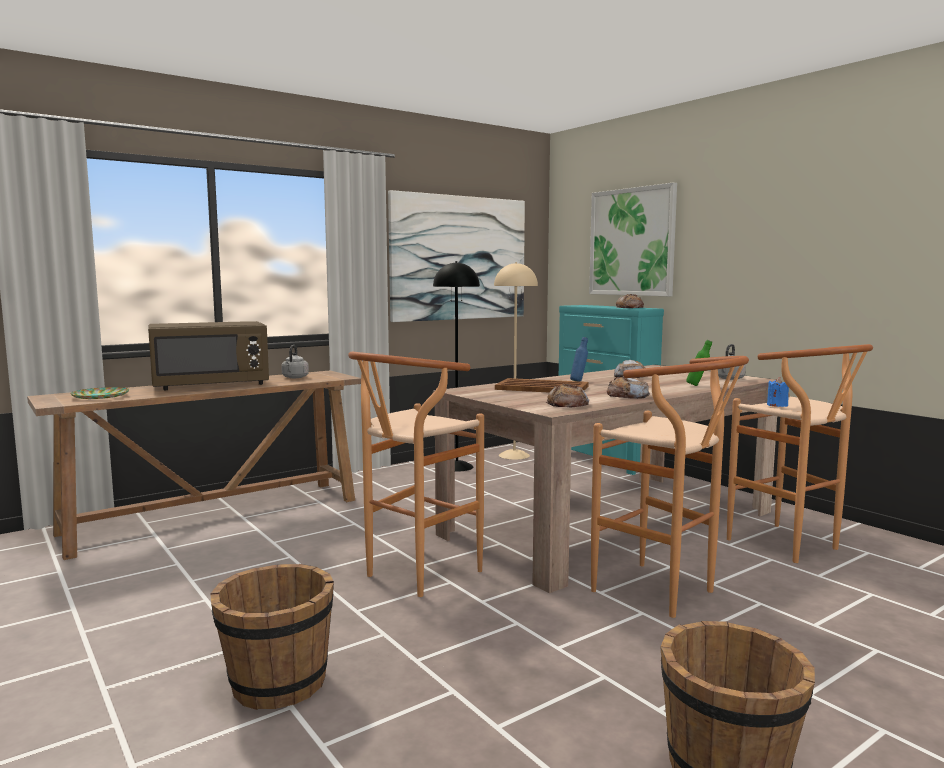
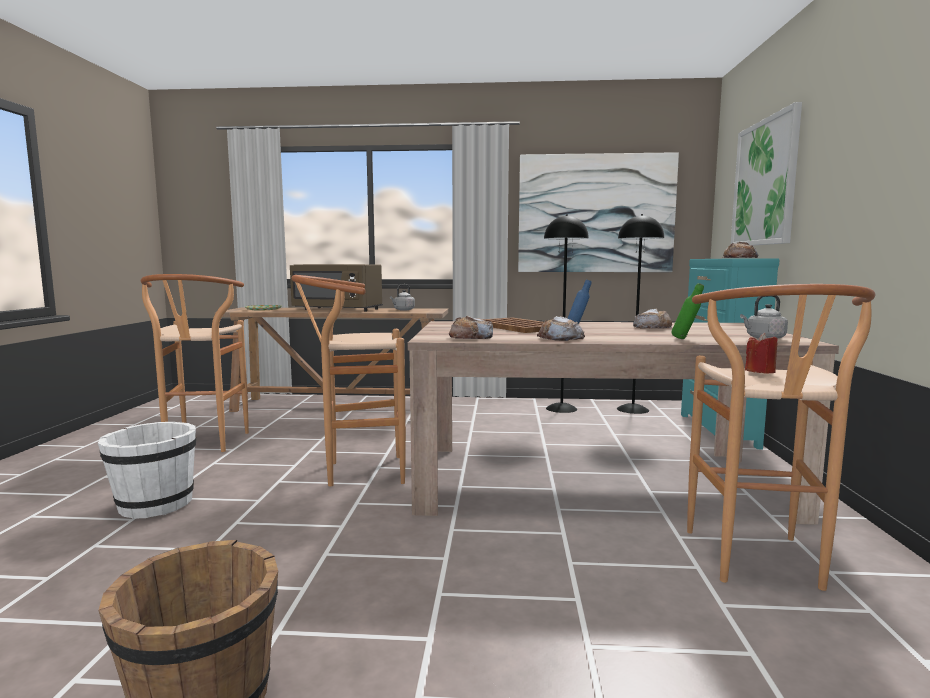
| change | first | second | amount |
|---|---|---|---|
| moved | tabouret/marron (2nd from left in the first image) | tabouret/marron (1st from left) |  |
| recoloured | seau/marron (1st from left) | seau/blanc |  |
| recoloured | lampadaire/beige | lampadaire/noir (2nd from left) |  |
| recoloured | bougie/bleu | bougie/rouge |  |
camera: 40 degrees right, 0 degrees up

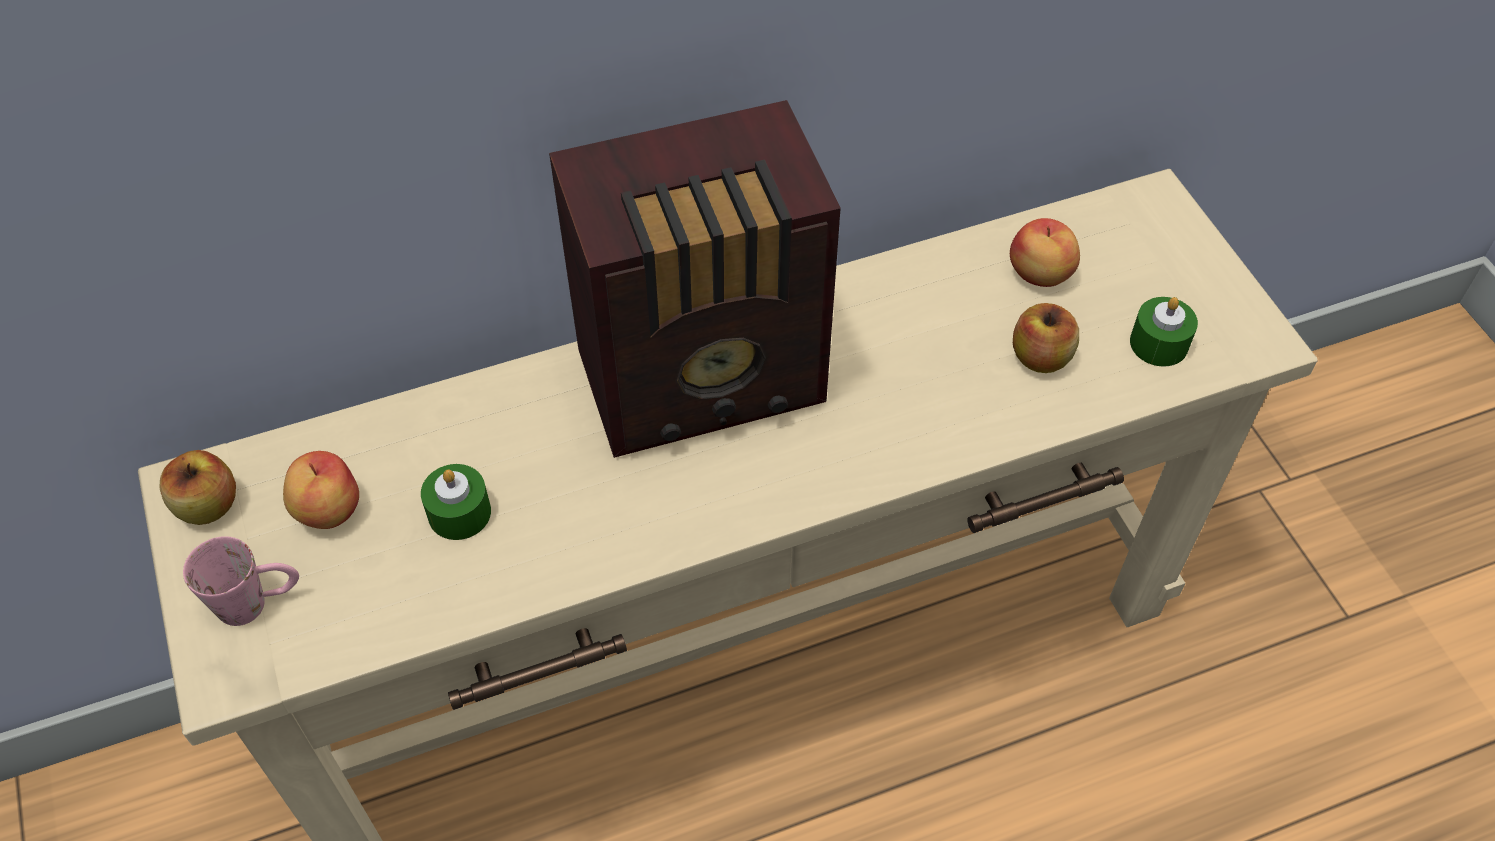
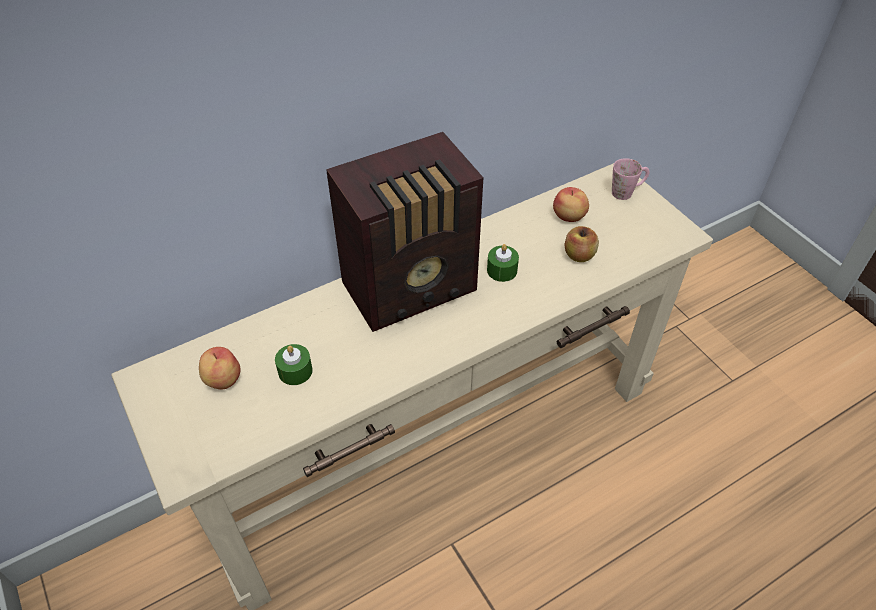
| change | first | second | amount |
|---|---|---|---|
| removed | pomme (1st from left) |  |  |
| moved | mug/rose |  |  |
| moved | bougie/vert (2nd from left) |  |  |
camera: 10 degrees left, 5 degrees down

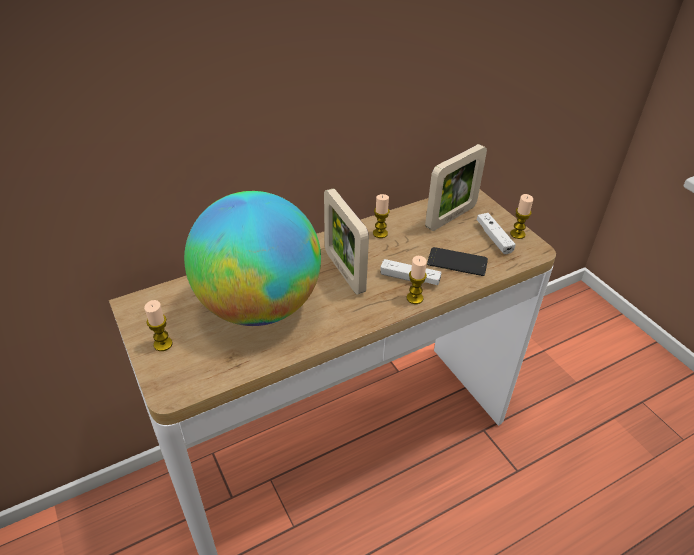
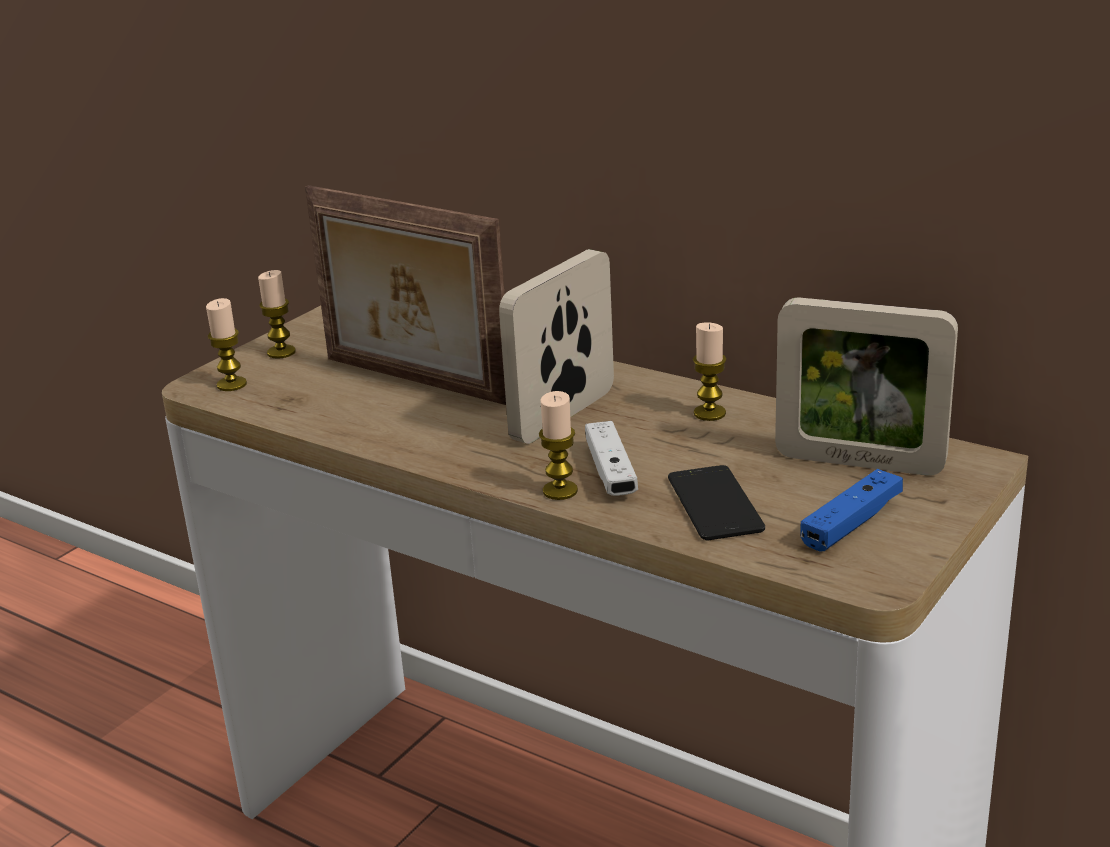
| change | first | second | amount |
|---|---|---|---|
| moved | bougie (4th from left in the first image) | bougie (1st from left) |  |
| replaced | globe | cadre photo (1st from left) |  |
| recoloured | manette/blanc (2nd from left) | manette/bleu |  |
camera: 65 degrees right, 15 degrees down

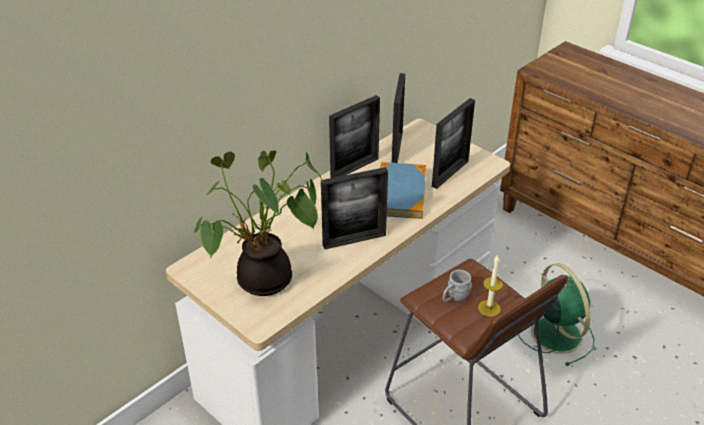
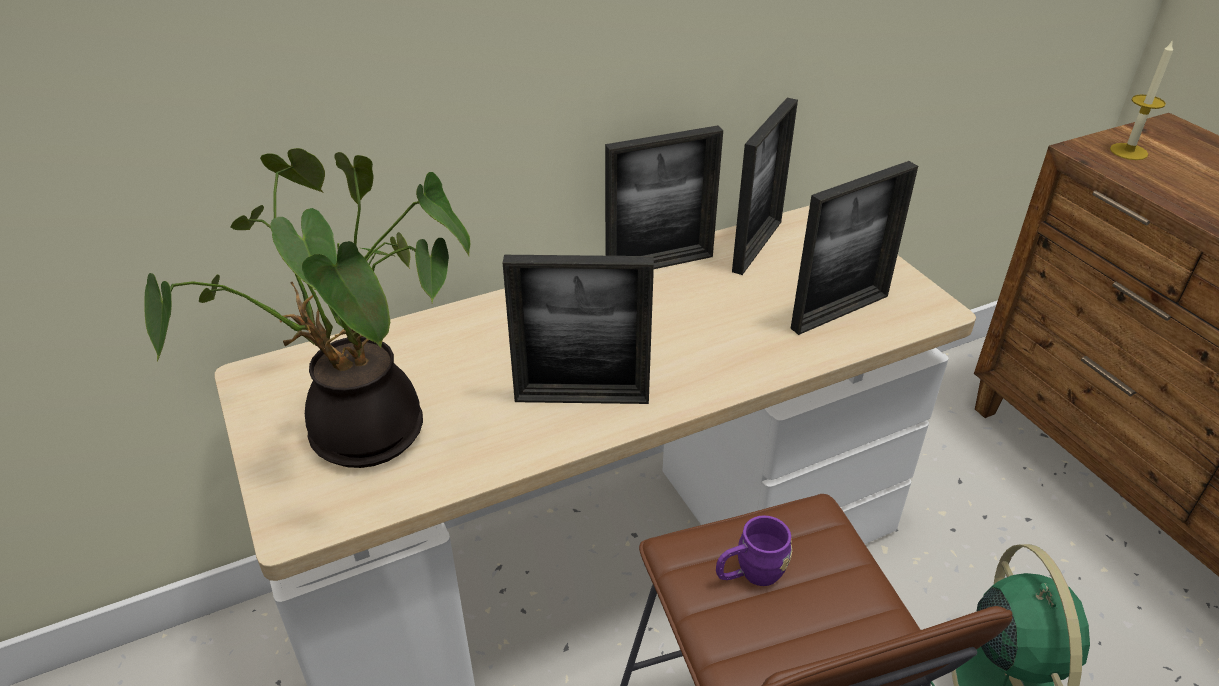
| change | first | second | amount |
|---|---|---|---|
| removed | livre |  |  |
| moved | bougie |  |  |
| recoloured | mug/gris | mug/violet |  |
camera: 20 degrees right, 0 degrees up

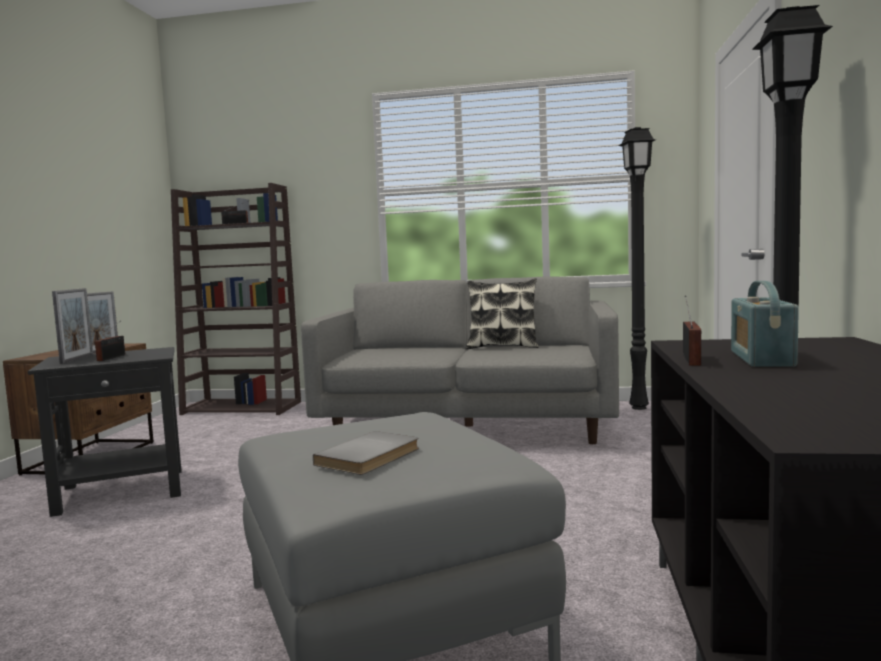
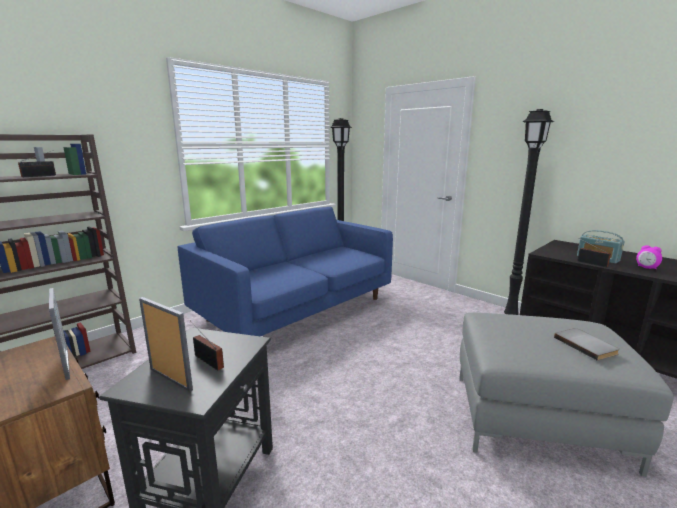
| change | first | second | amount |
|---|---|---|---|
| removed | coussin |  |  |
| added |  | réveil |  |
| recoloured | canapé/gris | canapé/bleu |  |
camera: 55 degrees left, 10 degrees up

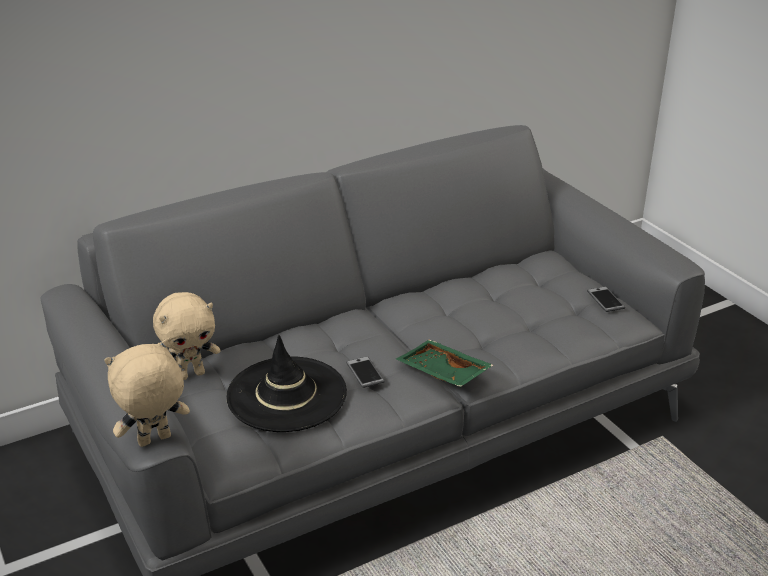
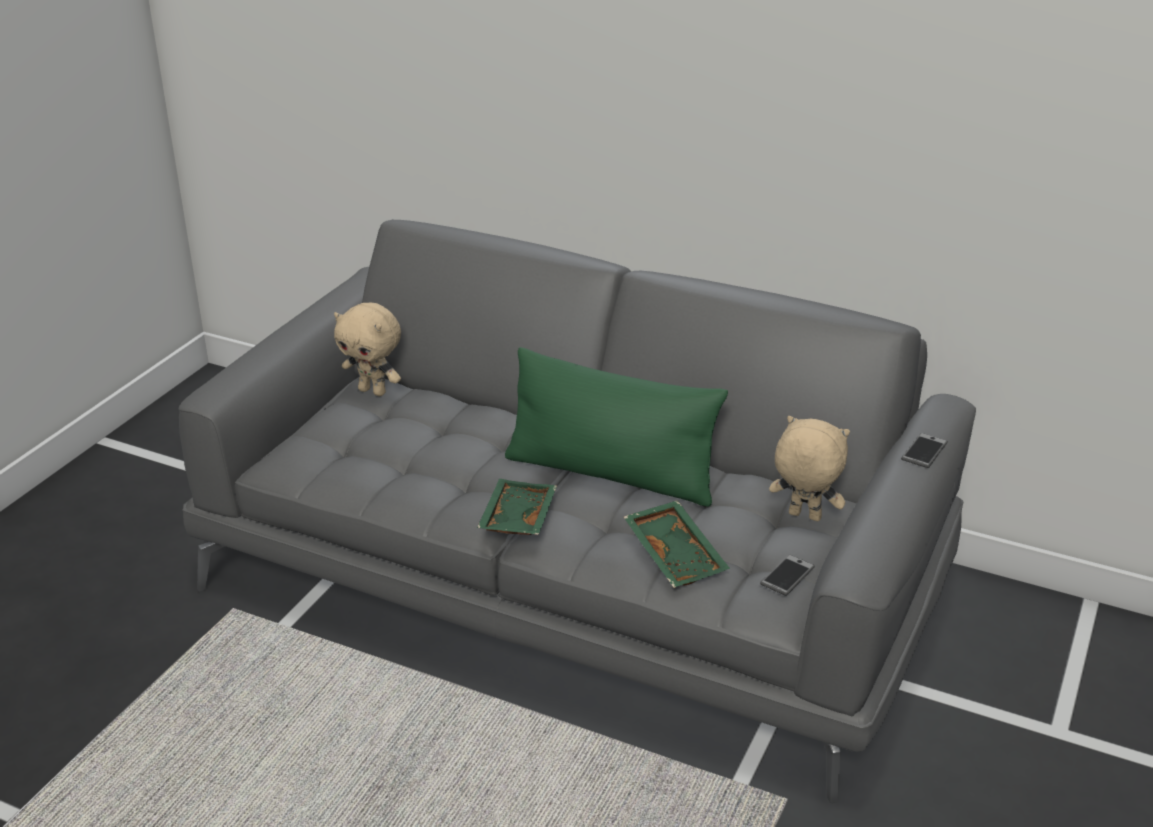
| change | first | second | amount |
|---|---|---|---|
| removed | chapeau/noir |  |  |
| added |  | coussin/vert |  |
| added |  | plateau/vert (2nd from left) |  |
| moved | peluche/beige (1st from left in the first image) | peluche/beige (2nd from left) |  |
| moved | téléphone (1st from left in the first image) | téléphone (2nd from left) |  |
camera: 55 degrees right, 0 degrees up

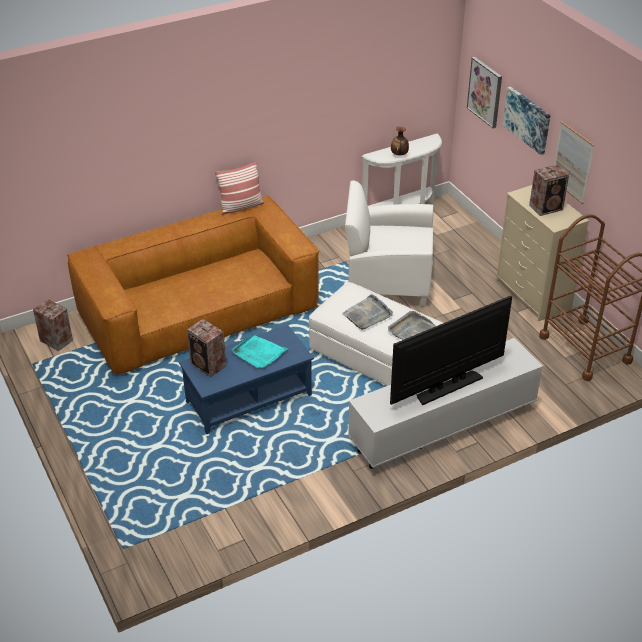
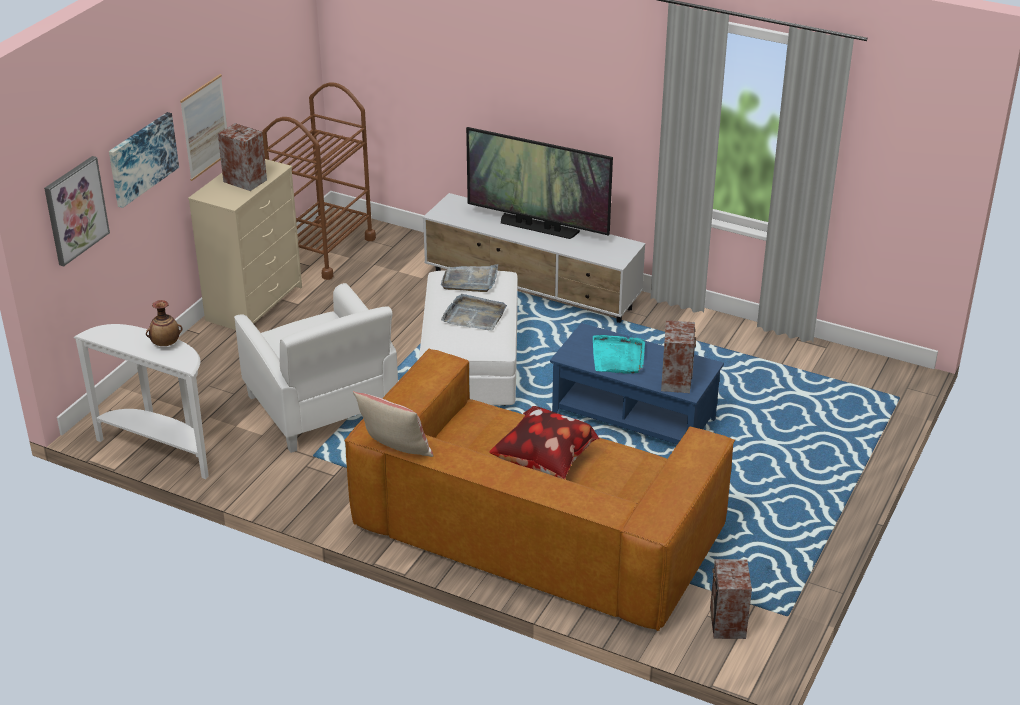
| change | first | second | amount |
|---|---|---|---|
| added |  | coussin (2nd from left) |  |
camera: 125 degrees left, 5 degrees down

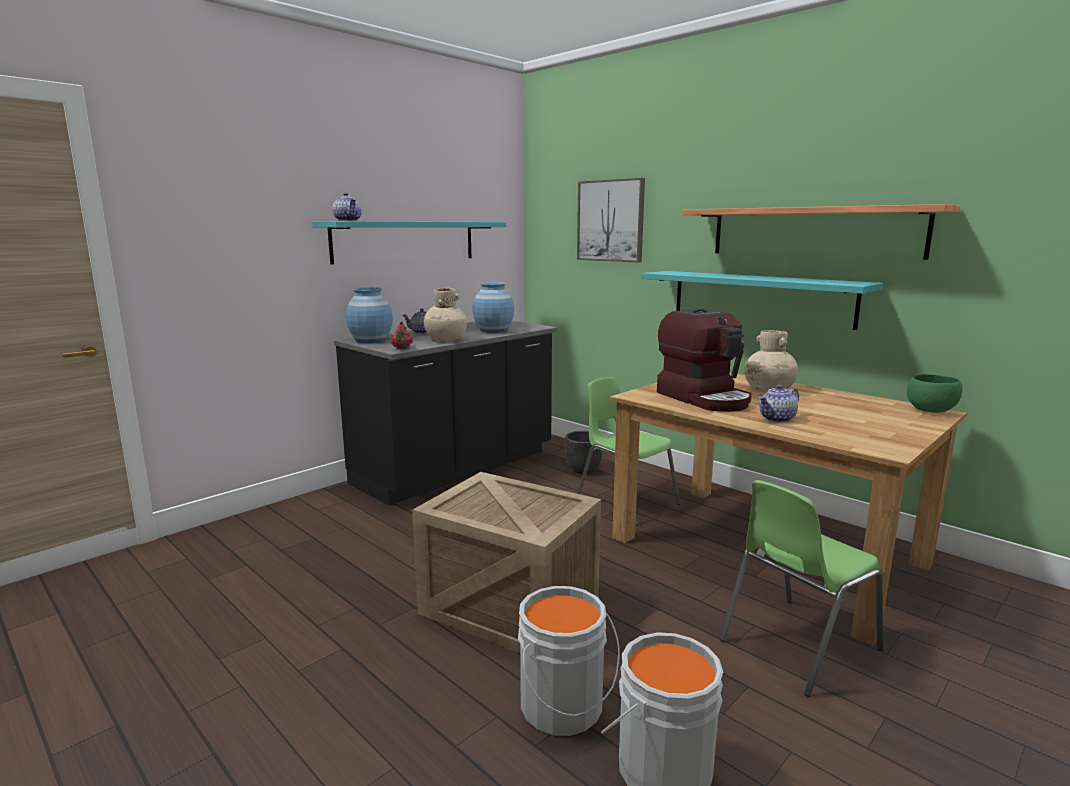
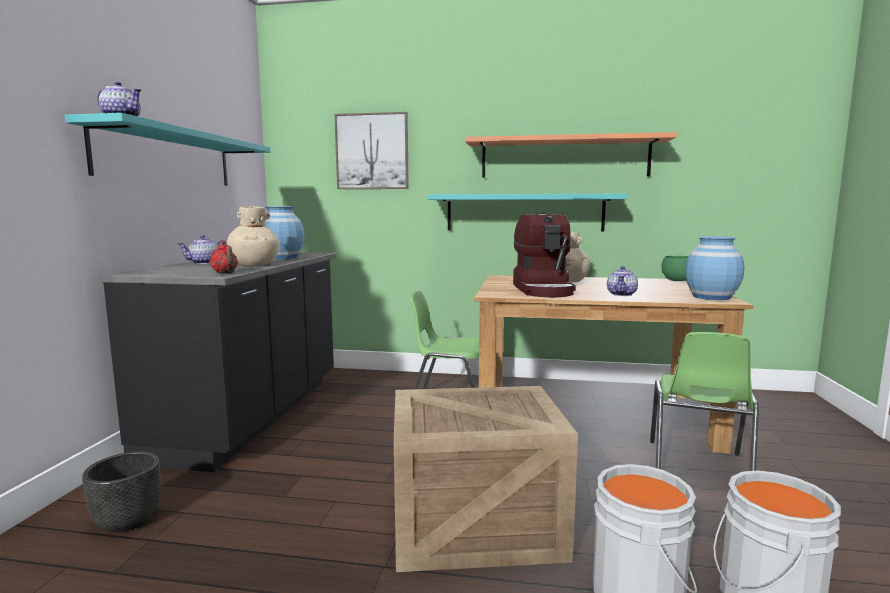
| change | first | second | amount |
|---|---|---|---|
| moved | vase/bleu (1st from left in the first image) | vase/bleu (2nd from left) |  |
| moved | cache-pot/noir |  |  |
| turned | machine à café |  | 60 degrees clockwise |
camera: 35 degrees left, 5 degrees down

